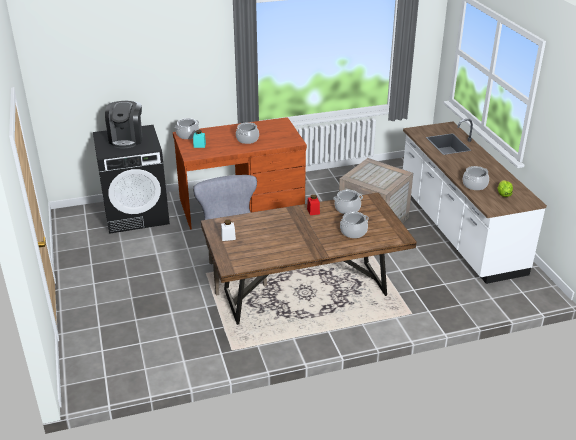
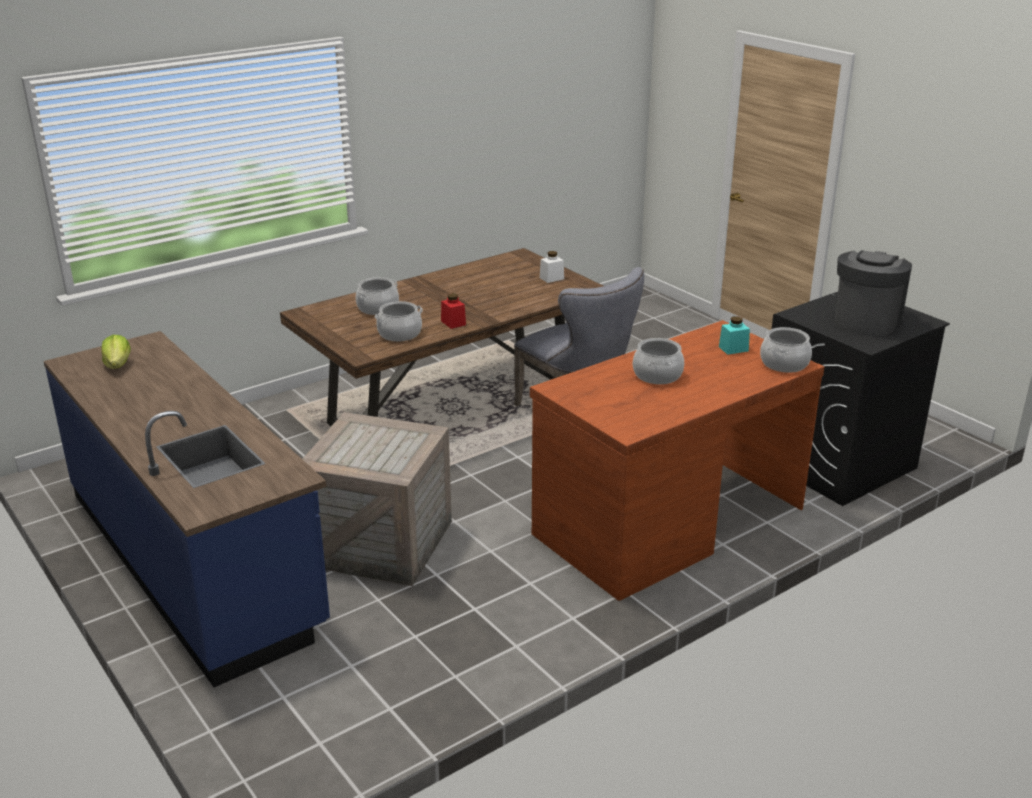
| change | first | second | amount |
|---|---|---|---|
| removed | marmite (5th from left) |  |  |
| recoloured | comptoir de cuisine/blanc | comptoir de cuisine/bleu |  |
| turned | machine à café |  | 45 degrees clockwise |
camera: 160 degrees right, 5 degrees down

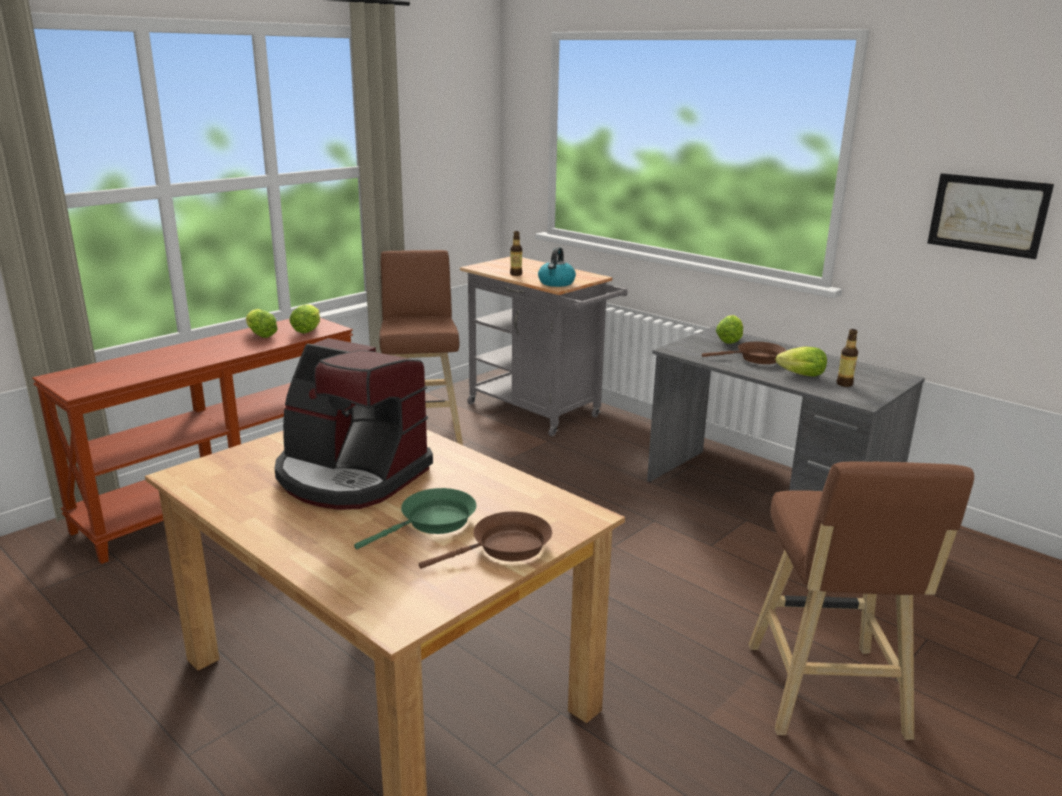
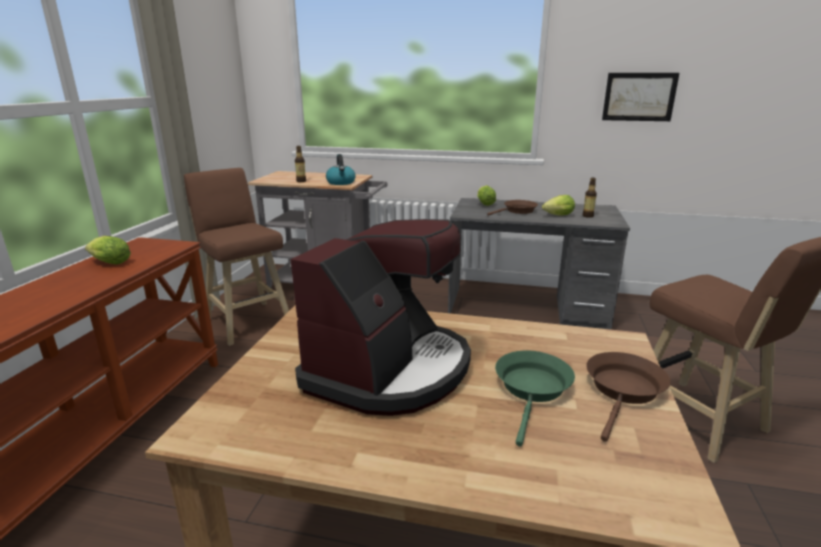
| change | first | second | amount |
|---|---|---|---|
| removed | laitue (2nd from left) |  |  |
| turned | machine à café |  | 60 degrees counterclockwise |
camera: 30 degrees left, 0 degrees up

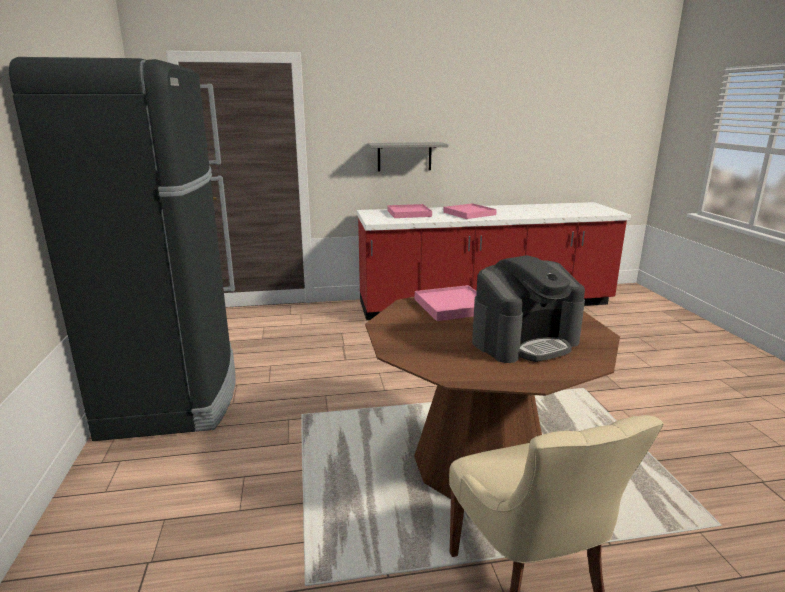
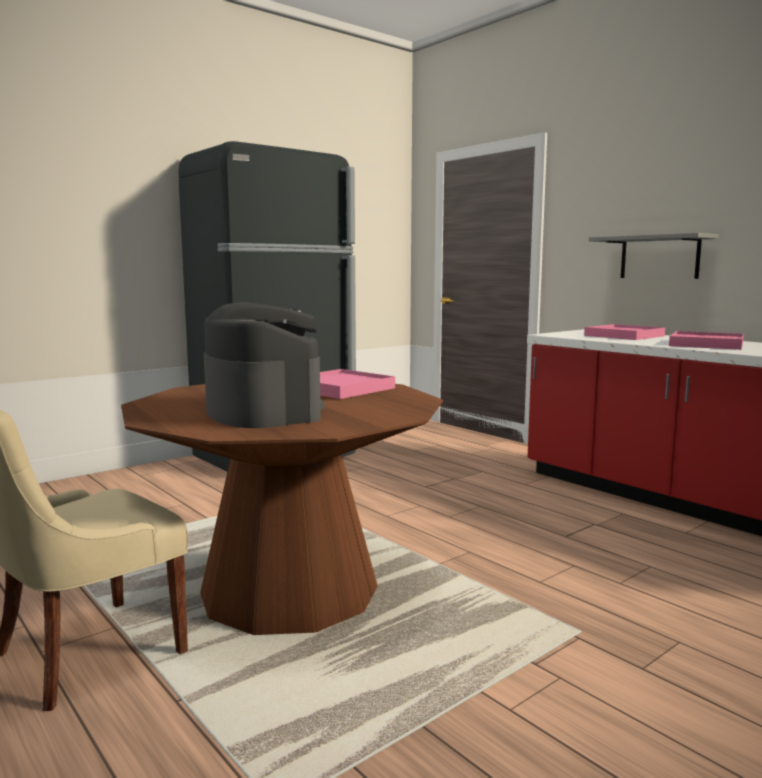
| change | first | second | amount |
|---|---|---|---|
| turned | machine à café |  | 150 degrees counterclockwise |
camera: 60 degrees right, 10 degrees down

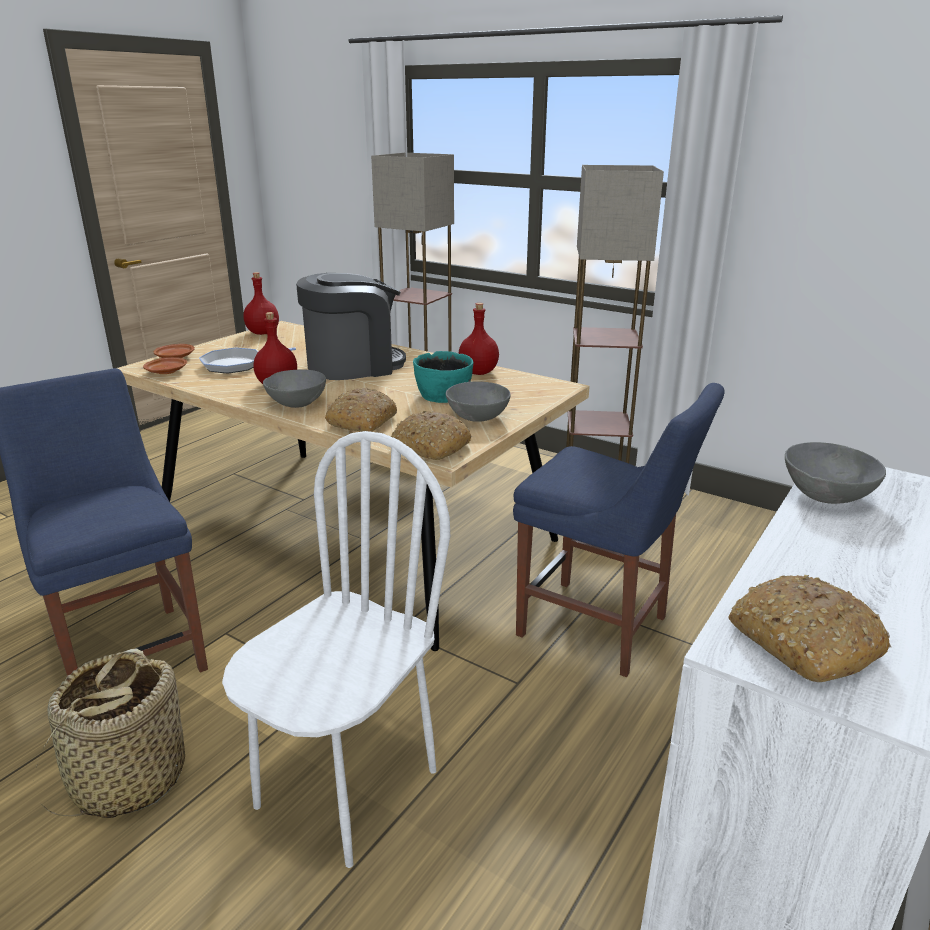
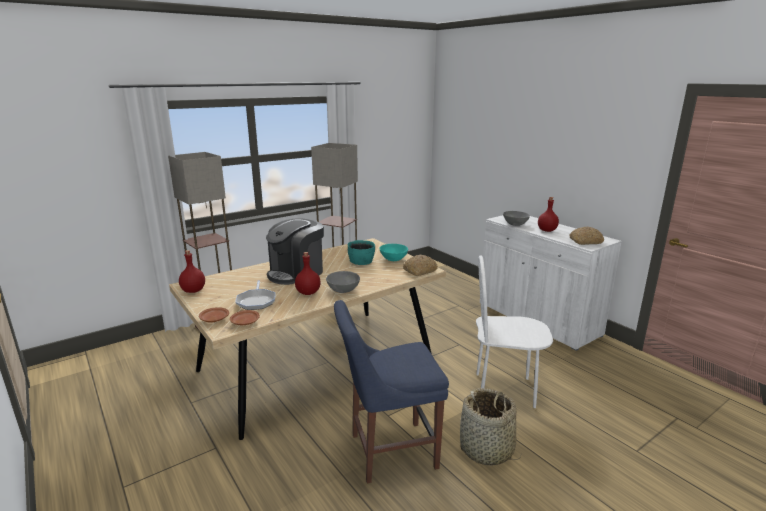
| change | first | second | amount |
|---|---|---|---|
| removed | pain (1st from left) |  |  |
| removed | chaise/bleu (2nd from left) |  |  |
| moved | bouteille/rouge (3rd from left) |  |  |
| recoloured | bol/gris (2nd from left) | bol/turquoise (2nd from left) |  |
| turned | chaise/blanc |  | 45 degrees counterclockwise |
| turned | machine à café |  | 135 degrees counterclockwise |
camera: 70 degrees left, 5 degrees down

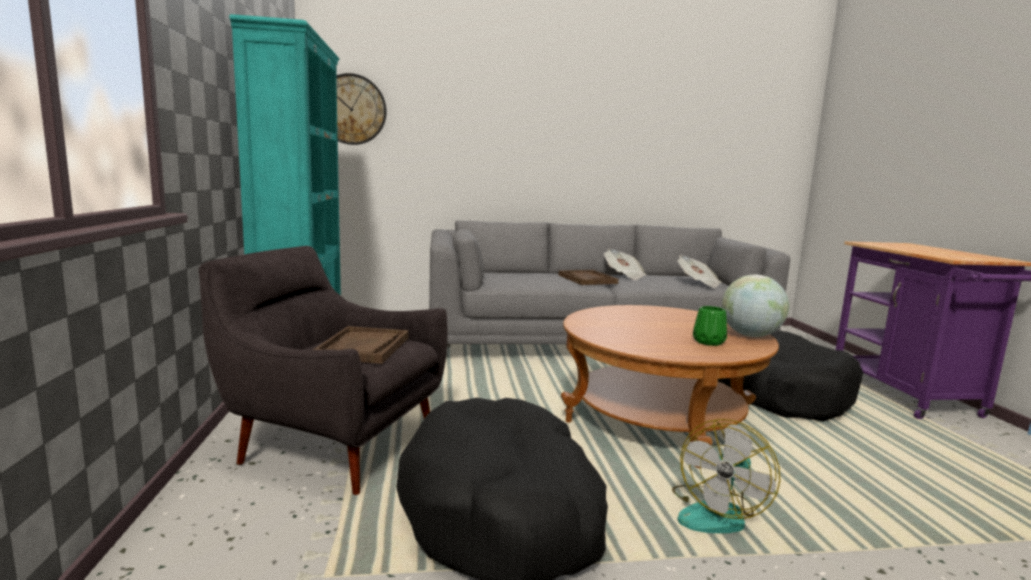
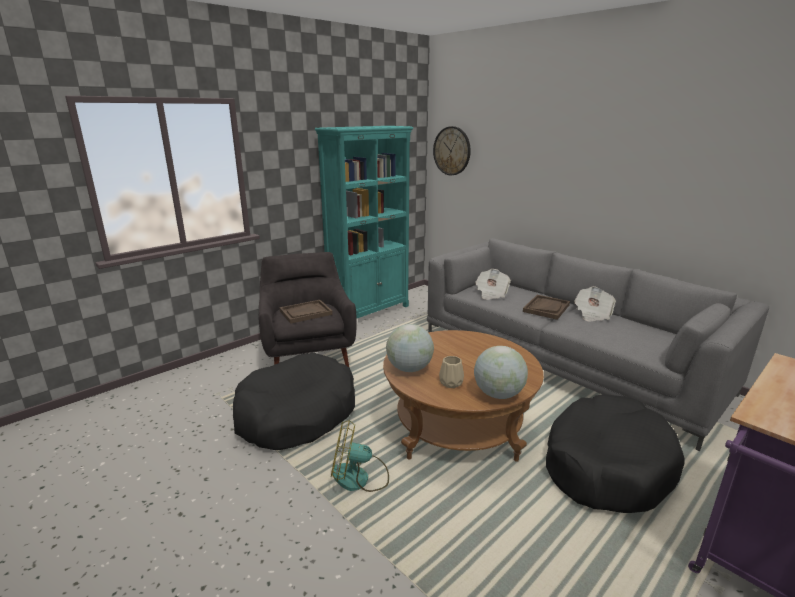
| change | first | second | amount |
|---|---|---|---|
| added |  | globe (1st from left) |  |
| moved | journal (2nd from left in the first image) | journal (1st from left) |  |
| recoloured | vase/vert | vase/beige |  |
camera: 55 degrees right, 10 degrees up

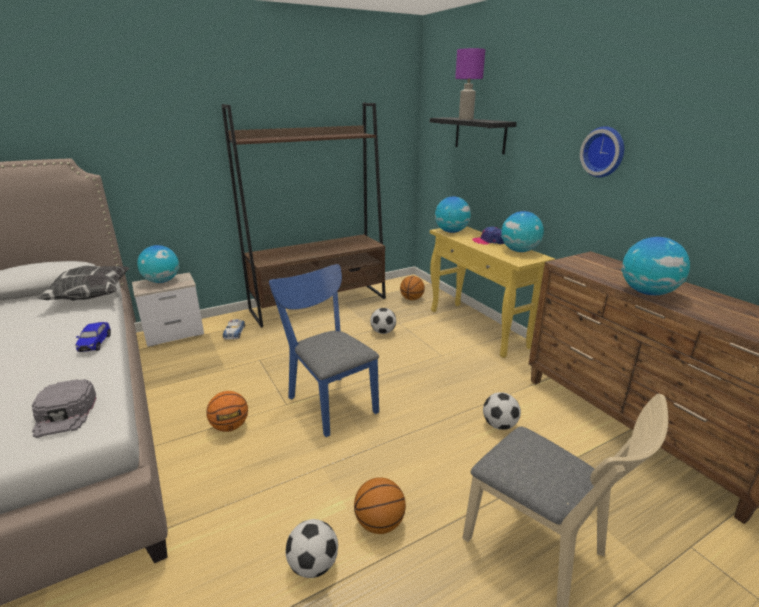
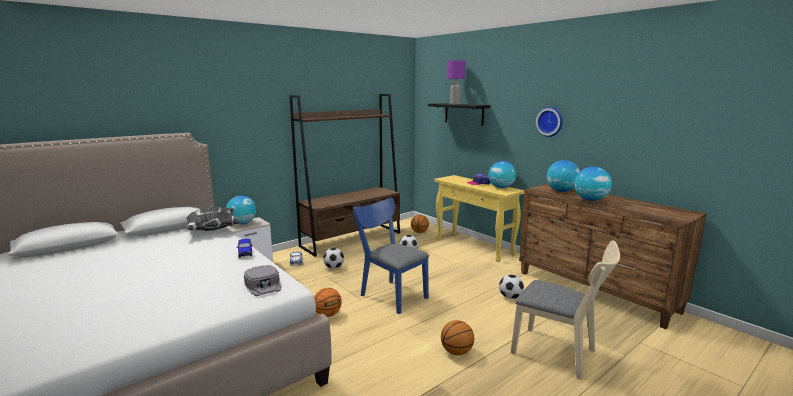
| change | first | second | amount |
|---|---|---|---|
| moved | ballon de foot (1st from left) |  |  |
| moved | globe (2nd from left in the first image) | globe (3rd from left) |  |
camera: 10 degrees left, 10 degrees down

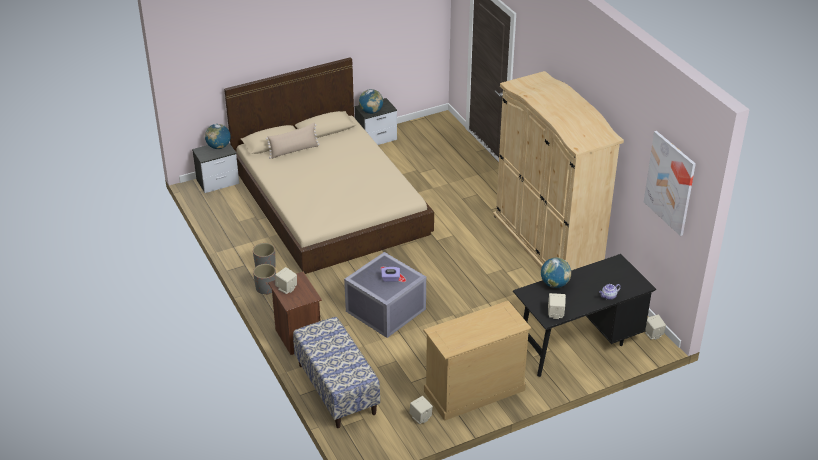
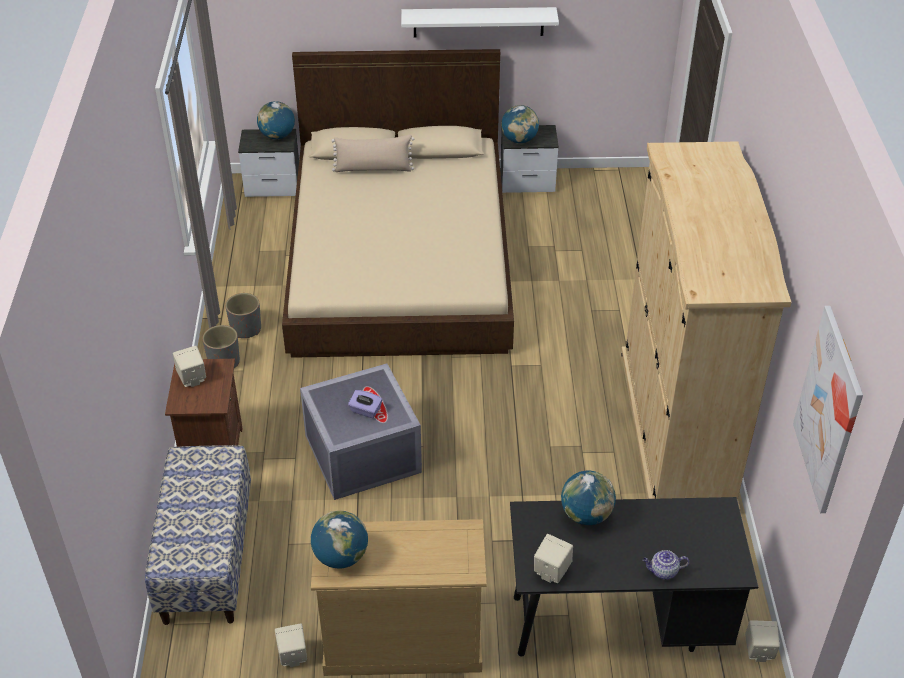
| change | first | second | amount |
|---|---|---|---|
| added |  | globe (2nd from left) |  |
| added |  | étagère/blanc |  |
camera: 25 degrees right, 5 degrees up

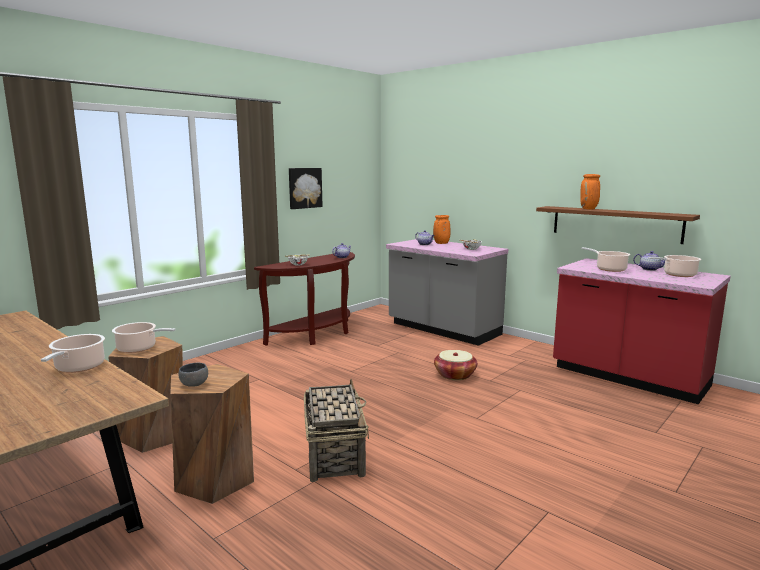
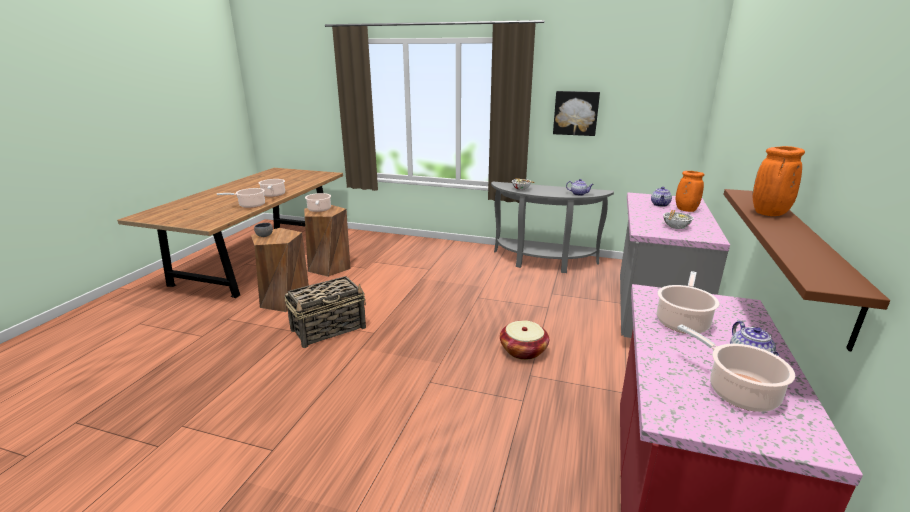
| change | first | second | amount |
|---|---|---|---|
| added |  | marmite (2nd from left) |  |
| recoloured | table console/marron | table console/gris |  |
camera: 65 degrees right, 10 degrees up

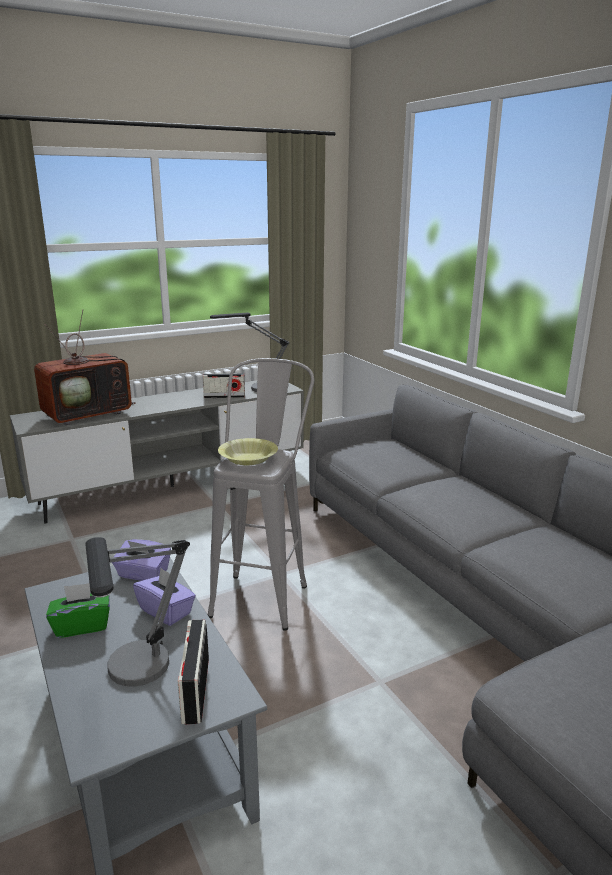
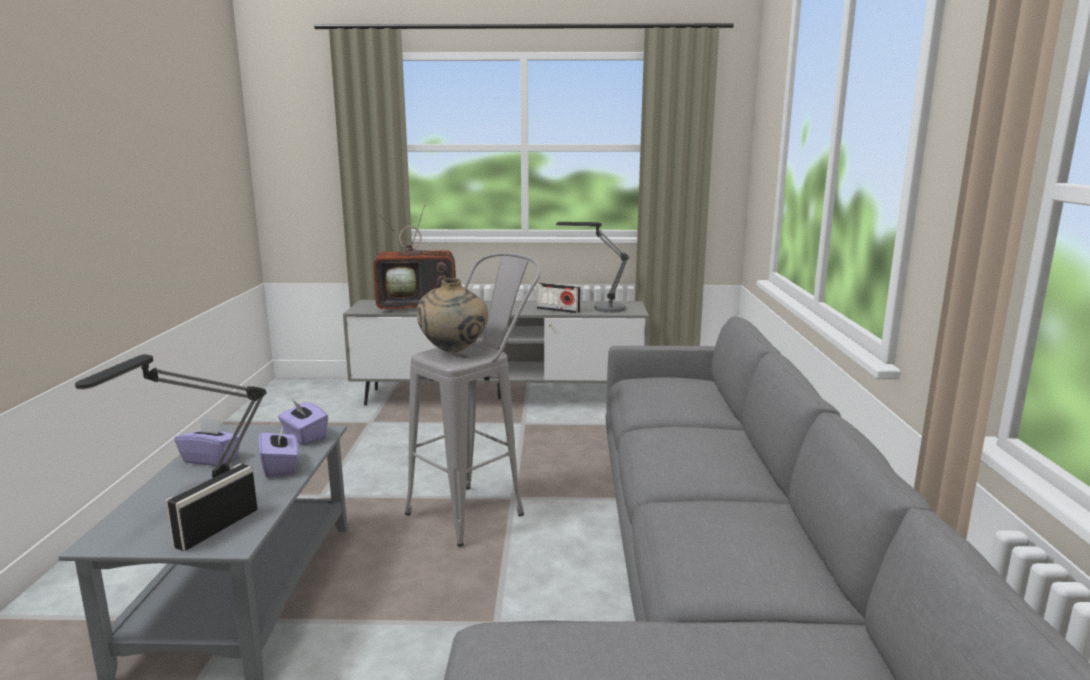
| change | first | second | amount |
|---|---|---|---|
| replaced | bol/jaune | vase/beige |  |
| recoloured | boîte à mouchoirs/vert | boîte à mouchoirs/violet (1st from left) |  |
camera: 30 degrees right, 5 degrees down

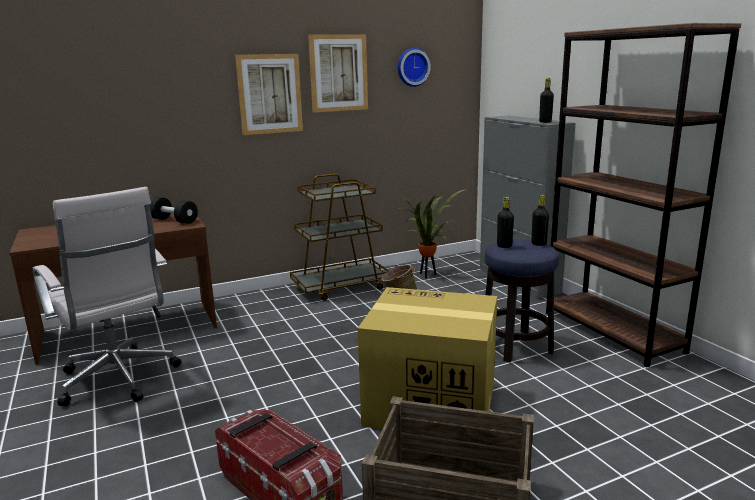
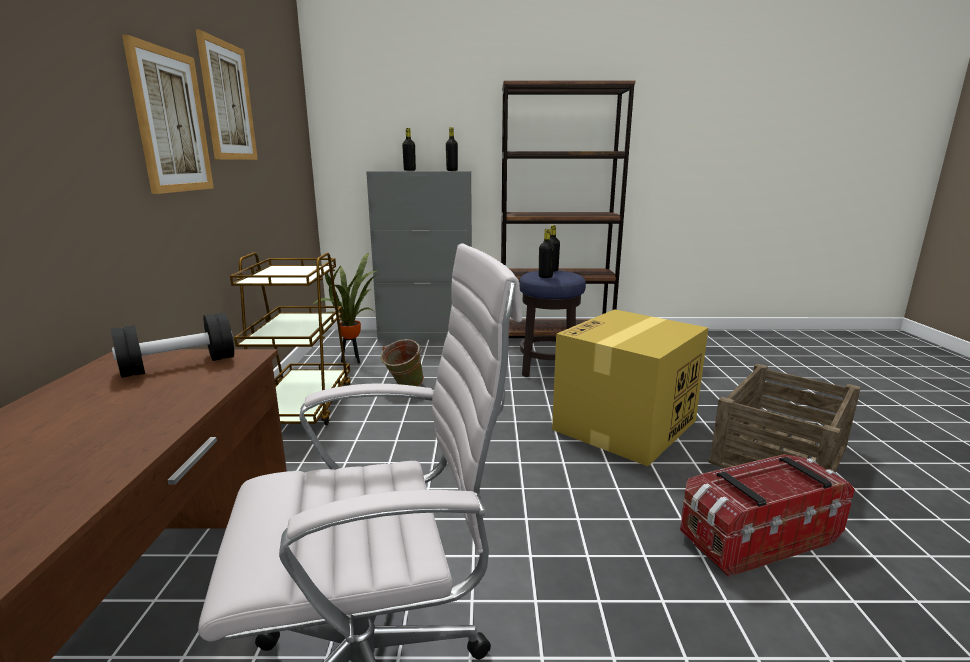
| change | first | second | amount |
|---|---|---|---|
| removed | horloge murale |  |  |
| added |  | bouteille/noir (1st from left) |  |
camera: 65 degrees left, 0 degrees up

